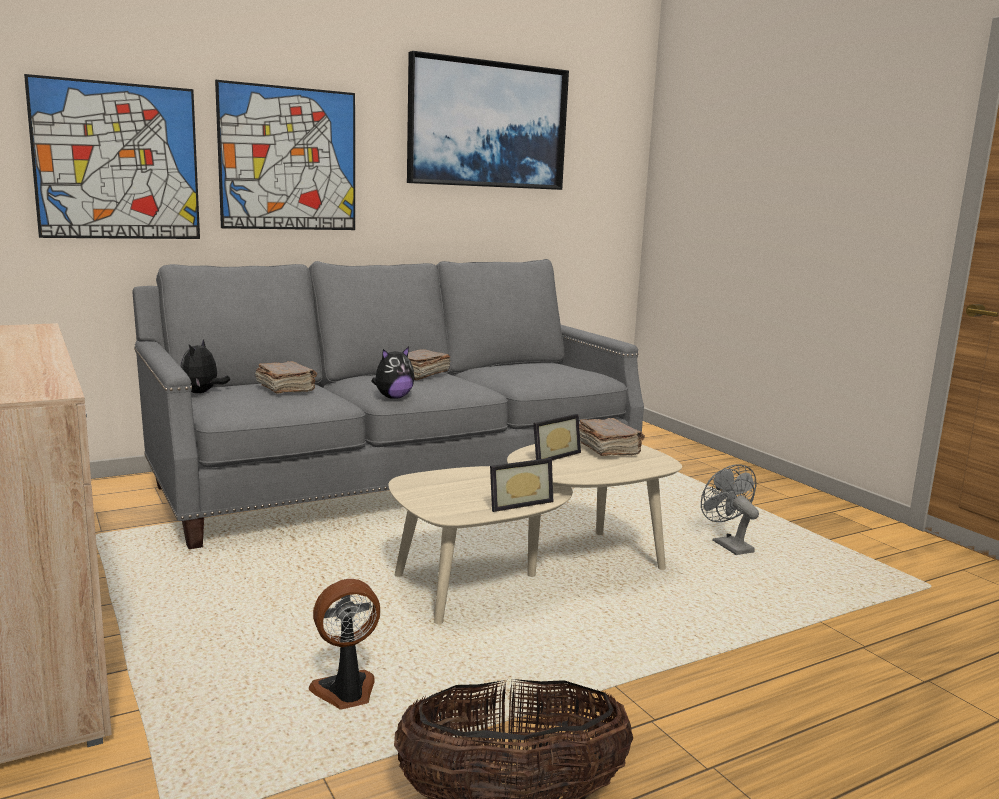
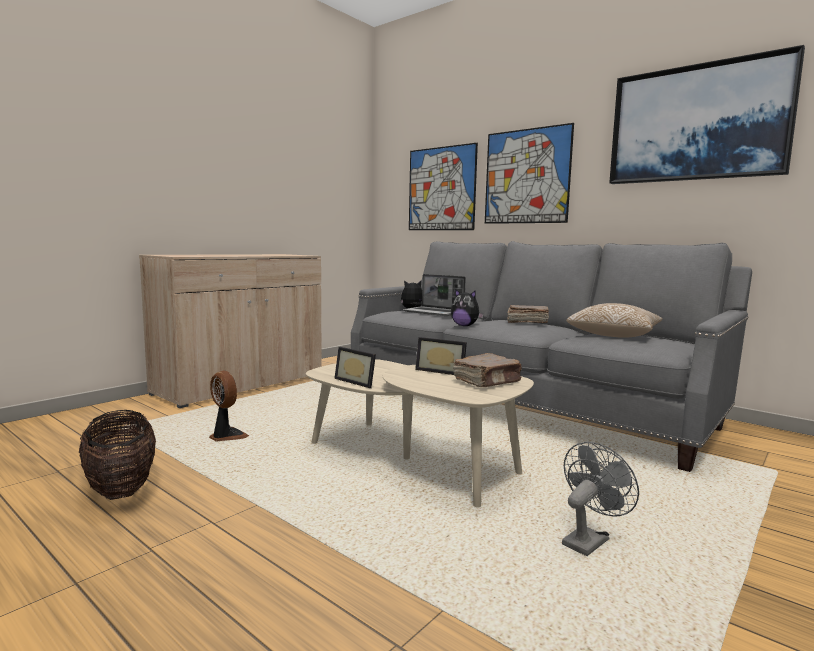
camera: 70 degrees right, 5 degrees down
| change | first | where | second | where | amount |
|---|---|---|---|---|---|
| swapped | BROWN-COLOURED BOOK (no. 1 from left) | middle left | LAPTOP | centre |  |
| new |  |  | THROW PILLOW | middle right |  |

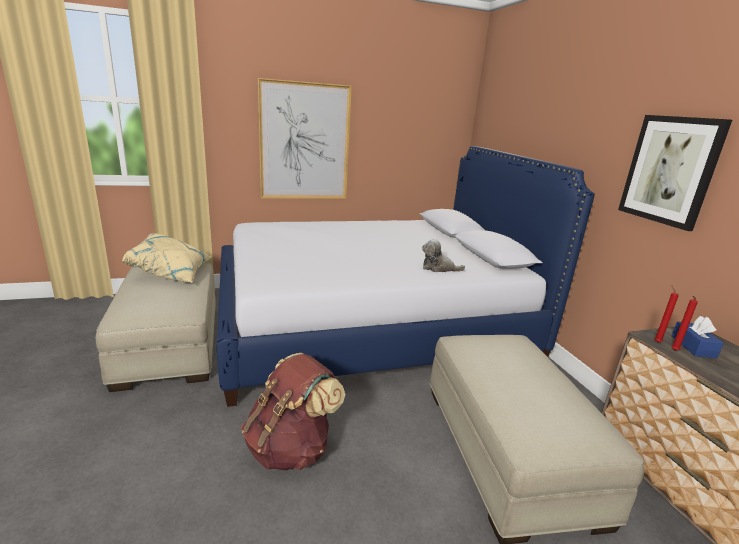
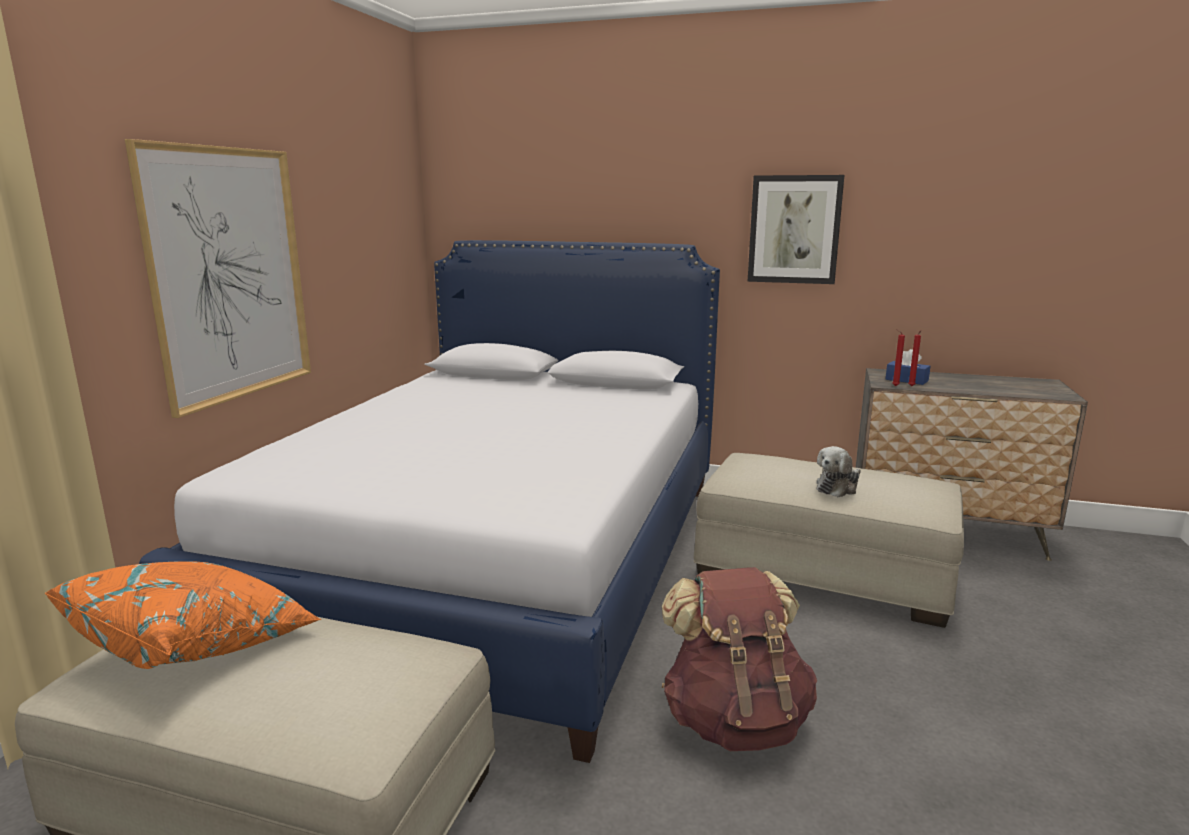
camera: 55 degrees left, 5 degrees down
| change | first | where | second | where | amount |
|---|---|---|---|---|---|
| repainted | SAND-COLOURED THROW PILLOW | middle left | ORANGE-COLOURED THROW PILLOW | bottom left |  |
| shifted | PLUSH TOY | centre |  | middle right |  |

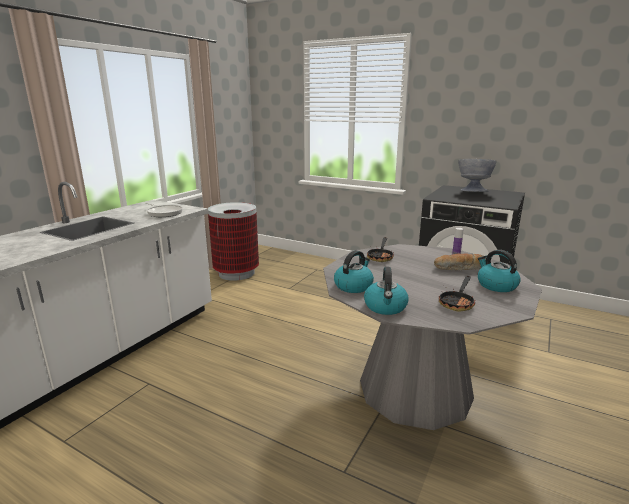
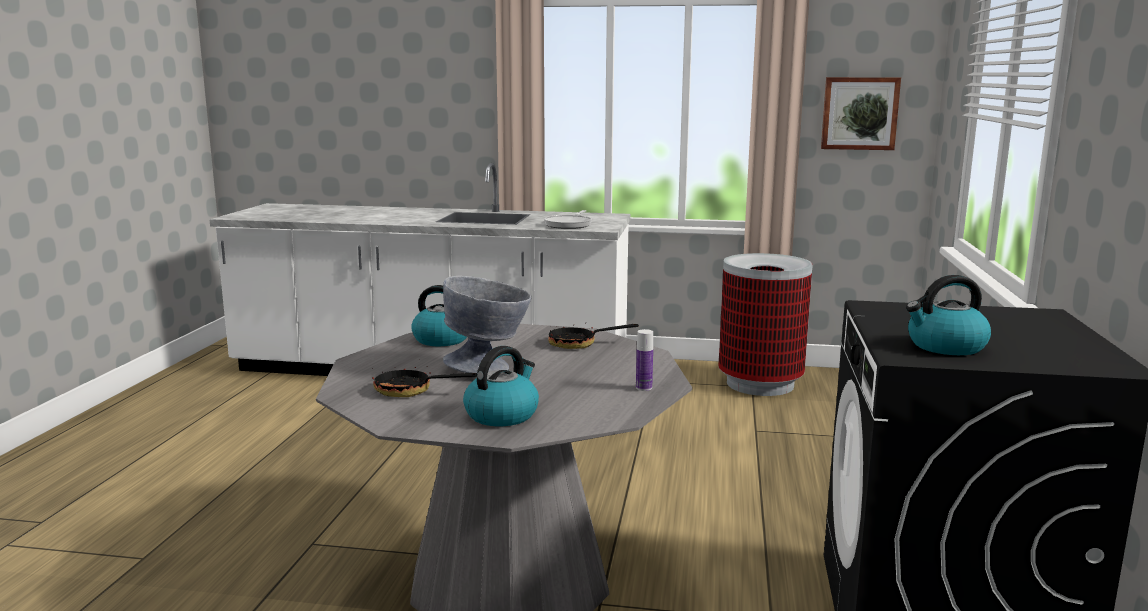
camera: 70 degrees right, 5 degrees down
| change | first | where | second | where | amount |
|---|---|---|---|---|---|
| shifted | GRAY DEEP DISH | middle right |  | centre |  |
| new |  |  | PICTURE | top right |  |
| shifted | WATER KETTLE (no. 2 from left in the first image) | centre | WATER KETTLE (no. 3 from left) | middle right |  |
| gone | BAKED BREAD | middle right |  |  |  |

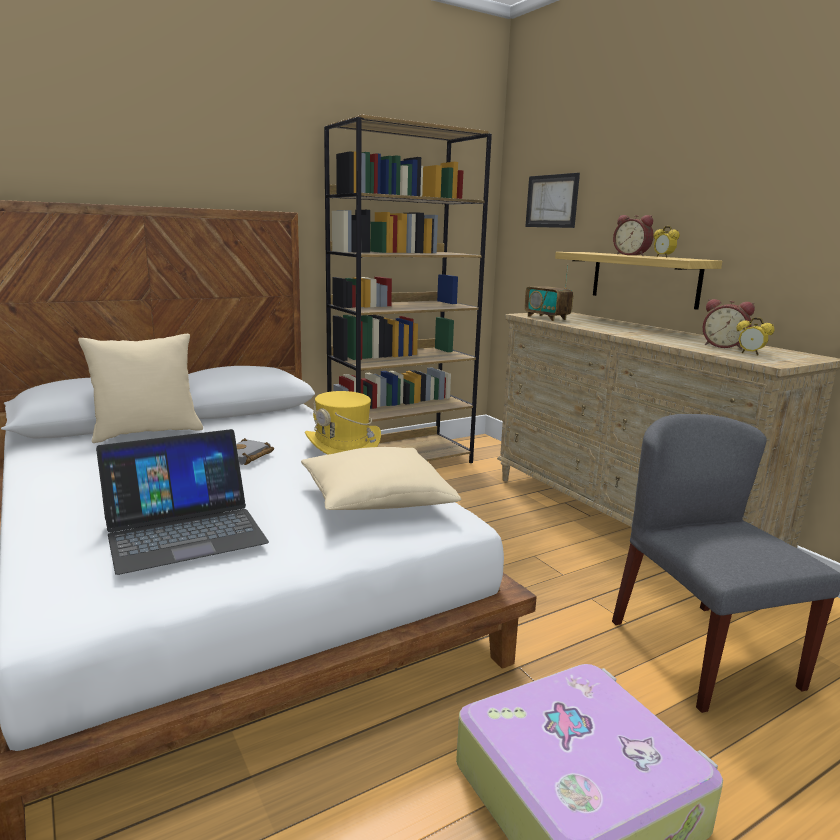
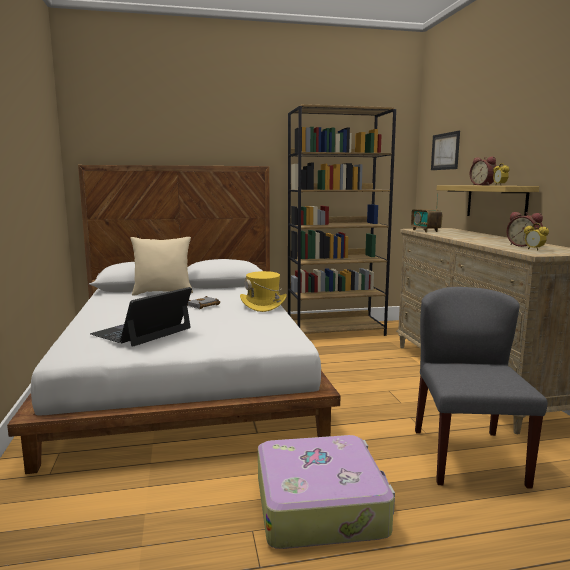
camera: 20 degrees right, 5 degrees down
| change | first | where | second | where | amount |
|---|---|---|---|---|---|
| rotated | LAPTOP | middle left |  | middle left | 135 degrees clockwise |
| gone | SAND-COLOURED THROW PILLOW (no. 2 from left) | centre |  |  |  |

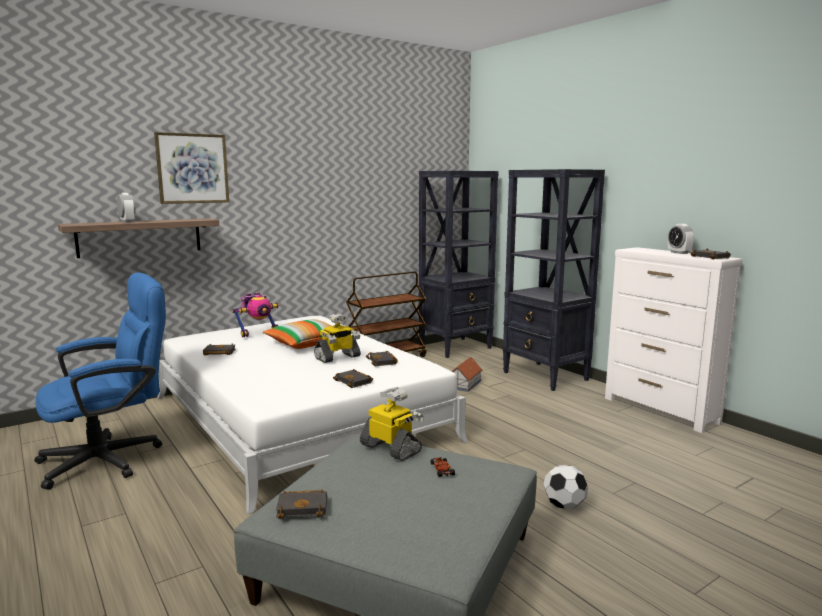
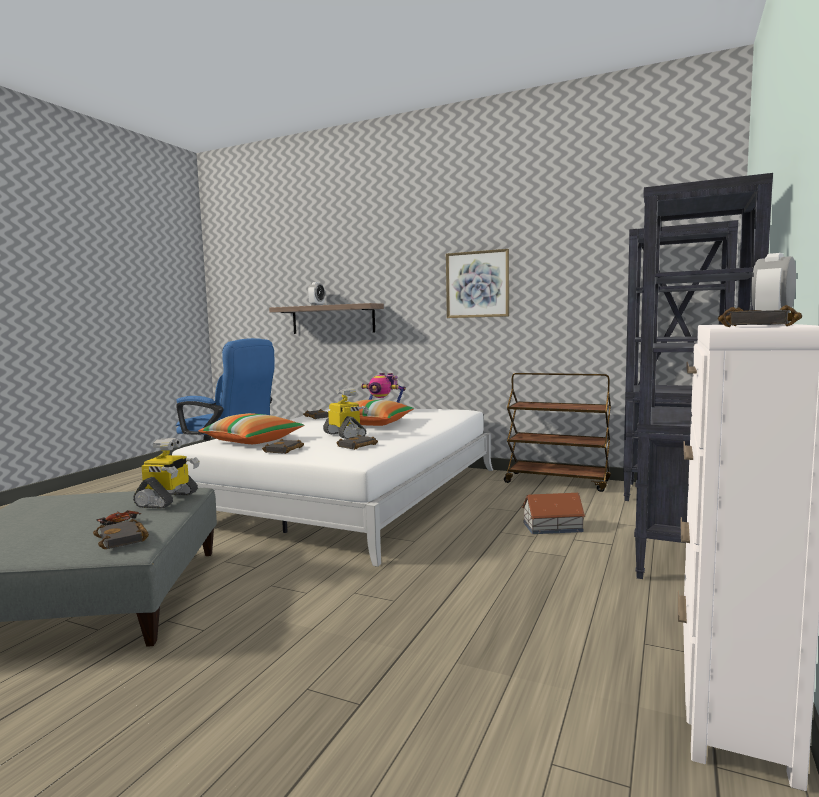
camera: 60 degrees right, 5 degrees down
| change | first | where | second | where | amount |
|---|---|---|---|---|---|
| shifted | BLACK-COLOURED BOOK (no. 2 from left in the first image) | bottom centre | BLACK-COLOURED BOOK (no. 1 from left) | bottom left |  |
| new |  |  | THROW PILLOW (no. 1 from left) | middle left |  |
| rotated | ROBOT FIGURE (no. 2 from left) | centre |  | centre | 150 degrees counterclockwise |
| shifted | PICTURE | top left |  | centre |  |
| gone | FOOTBALL | bottom right |  |  |  |

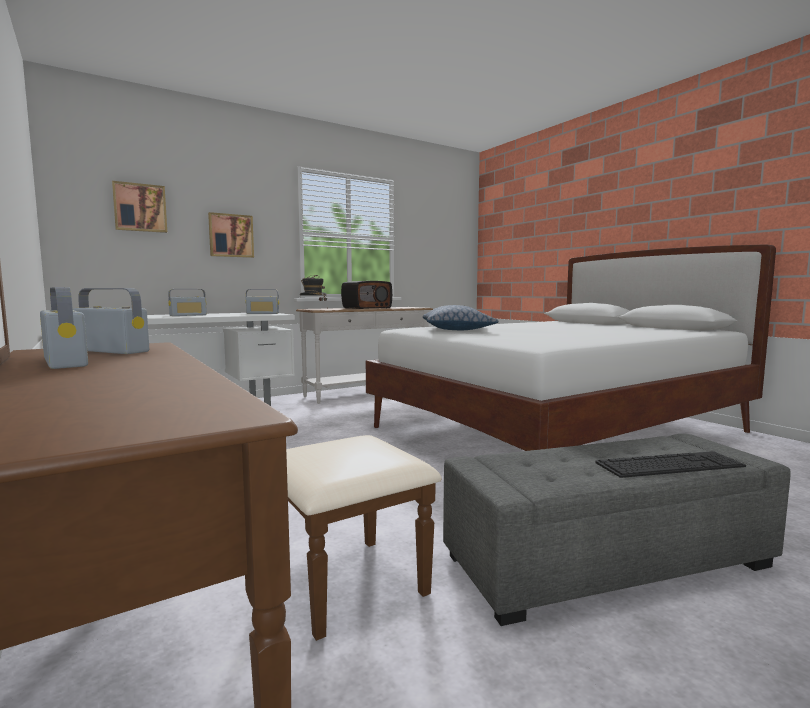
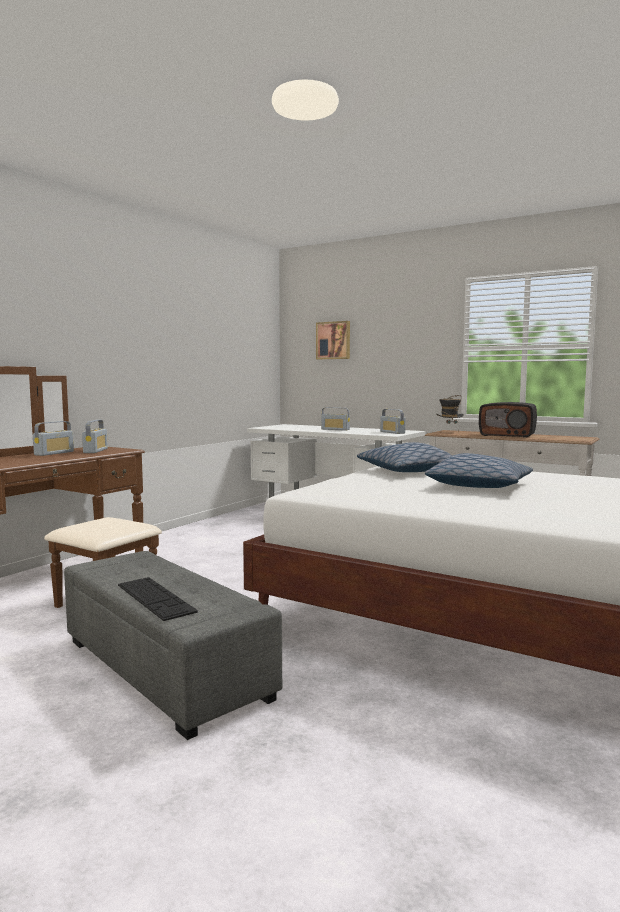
camera: 65 degrees right, 0 degrees up
| change | first | where | second | where | amount |
|---|---|---|---|---|---|
| new |  |  | THROW PILLOW (no. 2 from left) | middle right |  |
| gone | PICTURE (no. 2 from left) | top left |  |  |  |

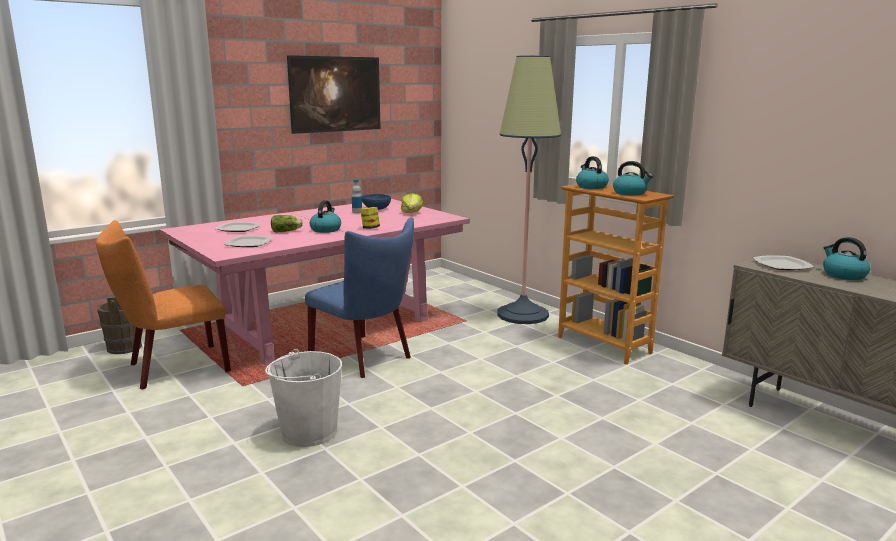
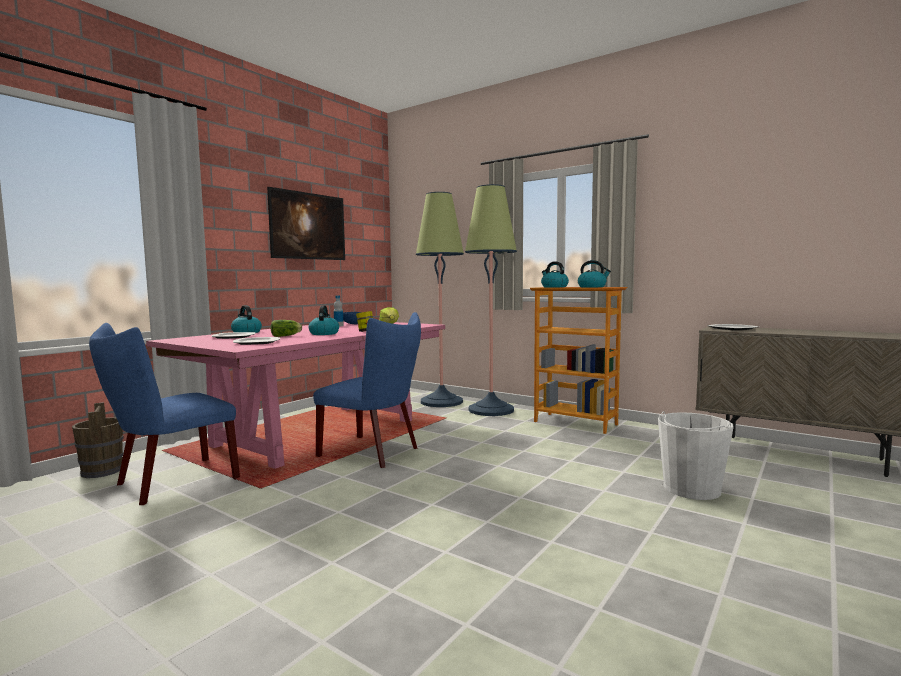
camera: 15 degrees left, 10 degrees down
| change | first | where | second | where | amount |
|---|---|---|---|---|---|
| repainted | ORANGE-COLOURED CHAIR | middle left | BLUE CHAIR (no. 1 from left) | middle left |  |
| shifted | WATER KETTLE (no. 4 from left in the first image) | middle right | WATER KETTLE (no. 1 from left) | middle left |  |
| new |  |  | STANDING LAMP (no. 1 from left) | centre |  |
| shifted | WHITISH PAIL | bottom centre |  | bottom right |  |

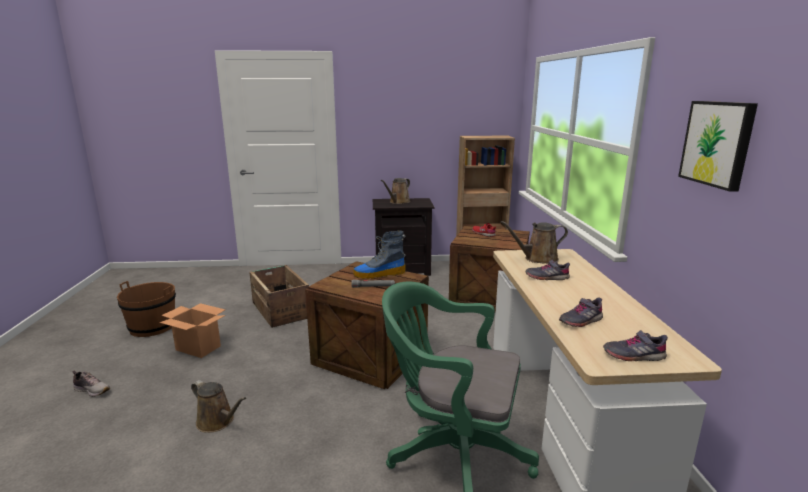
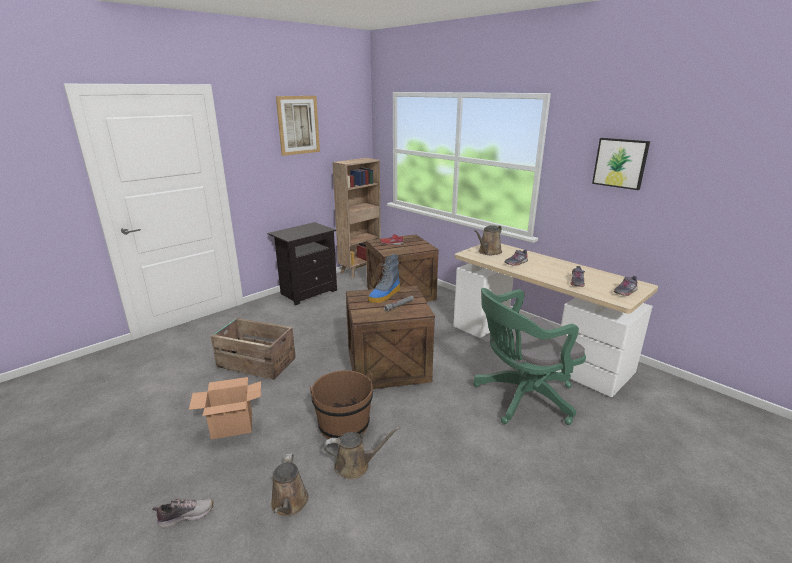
camera: 40 degrees left, 5 degrees up
| change | first | where | second | where | amount |
|---|---|---|---|---|---|
| shifted | BROWN-COLOURED WATERING CAN (no. 2 from left in the first image) | centre | BROWN-COLOURED WATERING CAN (no. 1 from left) | bottom centre |  |
| new |  |  | PICTURE (no. 1 from left) | top centre |  |
| shifted | BROWN-COLOURED PAIL | middle left |  | bottom centre |  |

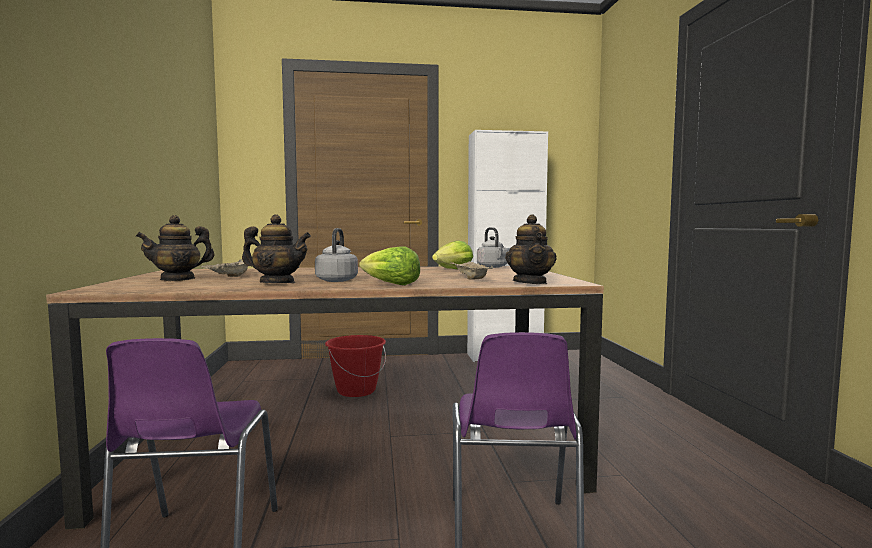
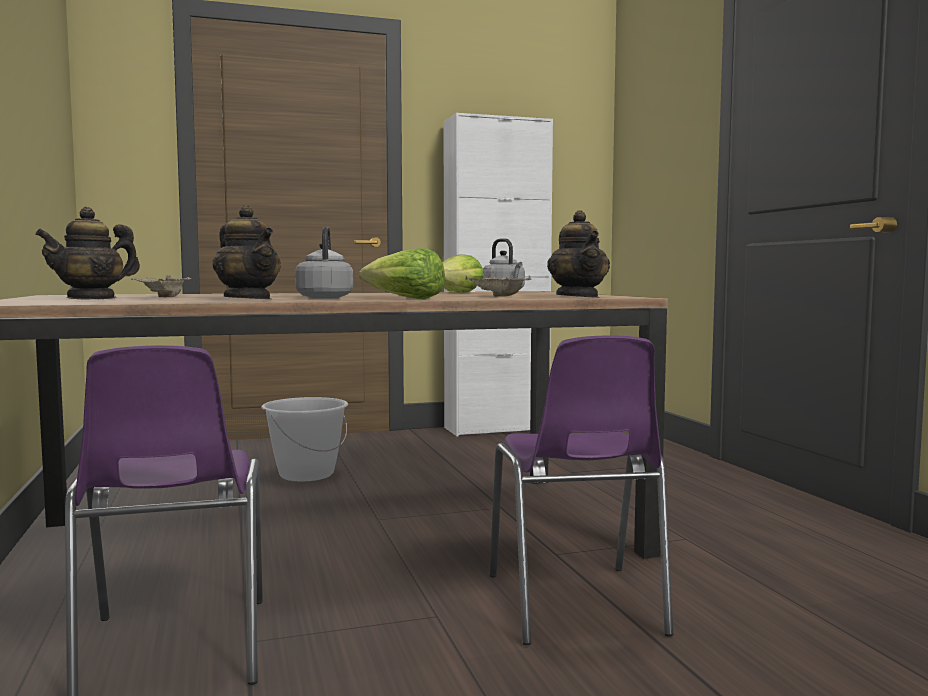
camera: 10 degrees left, 0 degrees up
| change | first | where | second | where | amount |
|---|---|---|---|---|---|
| rotated | TEA POT (no. 2 from left) | middle left |  | middle left | 45 degrees clockwise |
| repainted | RED PAIL | bottom centre | WHITISH PAIL | middle left |  |

